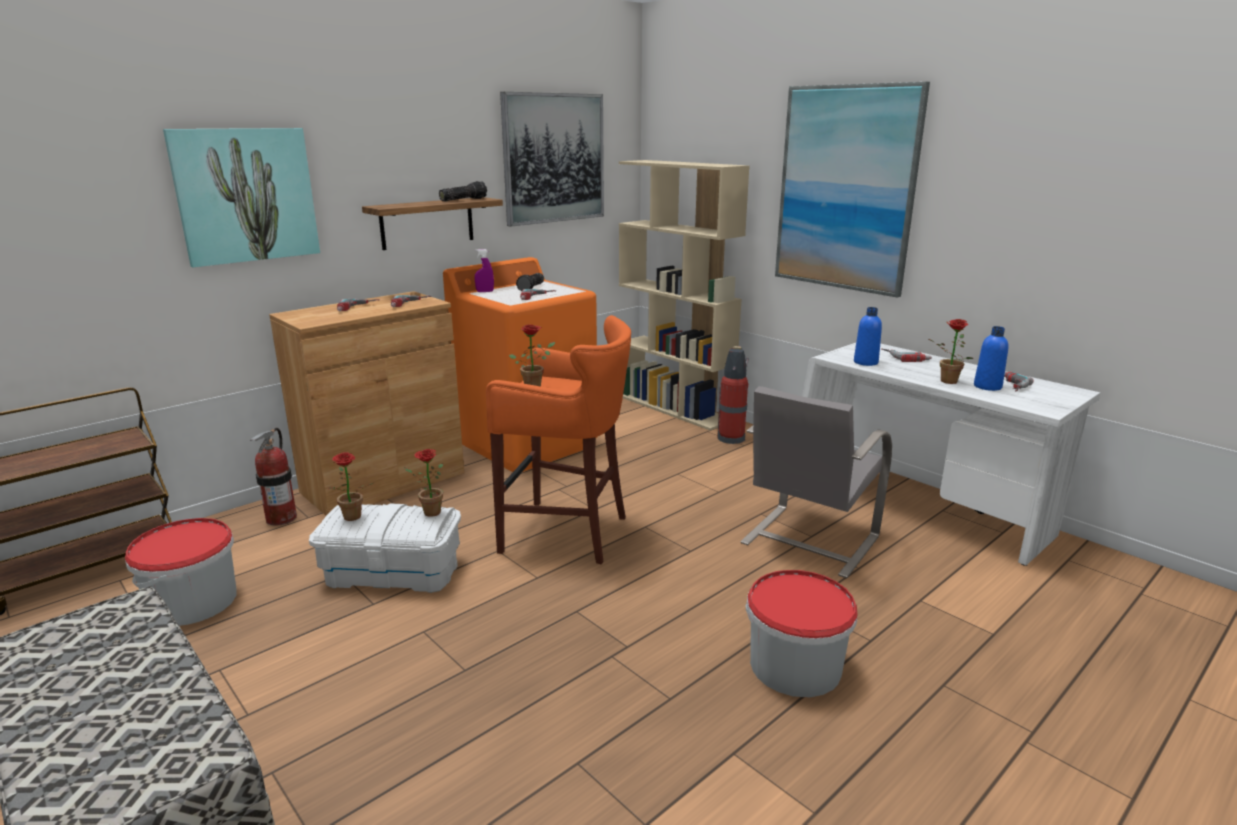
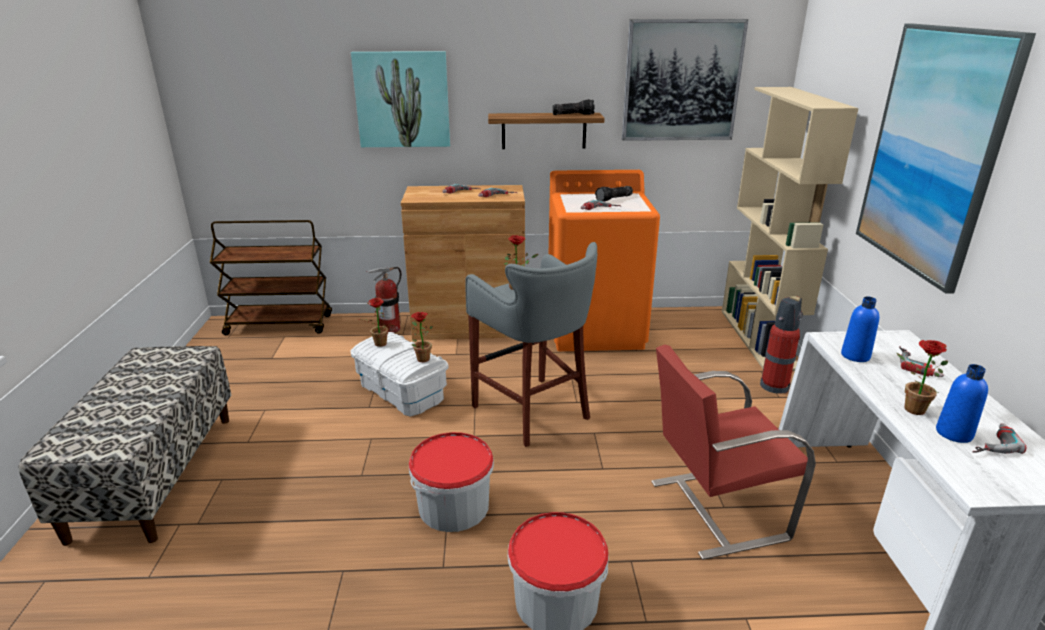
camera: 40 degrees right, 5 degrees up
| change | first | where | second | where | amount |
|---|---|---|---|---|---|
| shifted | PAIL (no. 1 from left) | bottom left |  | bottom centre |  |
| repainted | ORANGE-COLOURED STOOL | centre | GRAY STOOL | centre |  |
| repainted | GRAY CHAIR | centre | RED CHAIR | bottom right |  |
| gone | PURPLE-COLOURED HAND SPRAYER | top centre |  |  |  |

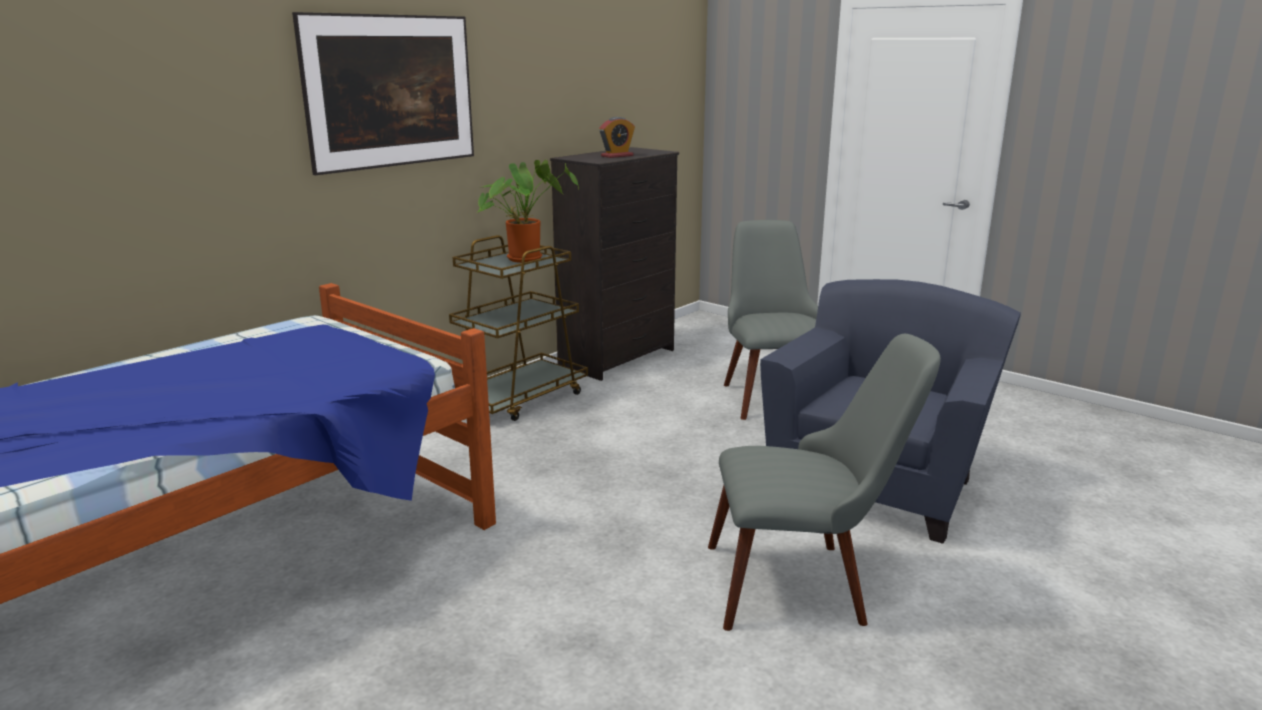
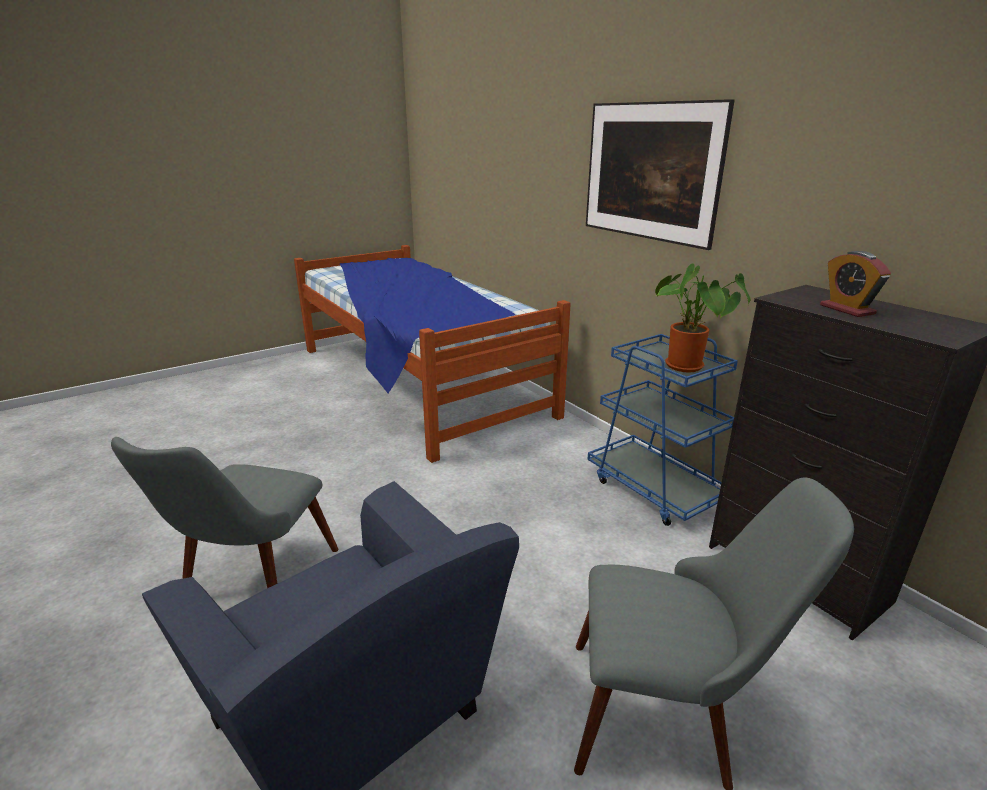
camera: 105 degrees right, 5 degrees up
| change | first | where | second | where | amount |
|---|---|---|---|---|---|
| repainted | BROWN-COLOURED WHEELED CART | centre | BLUE WHEELED CART | middle right |  |

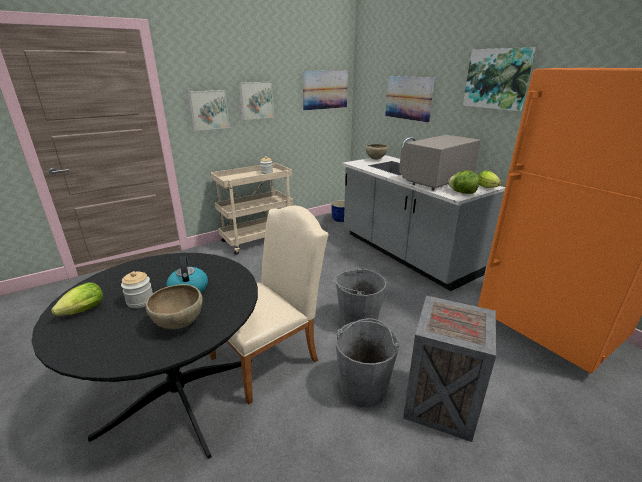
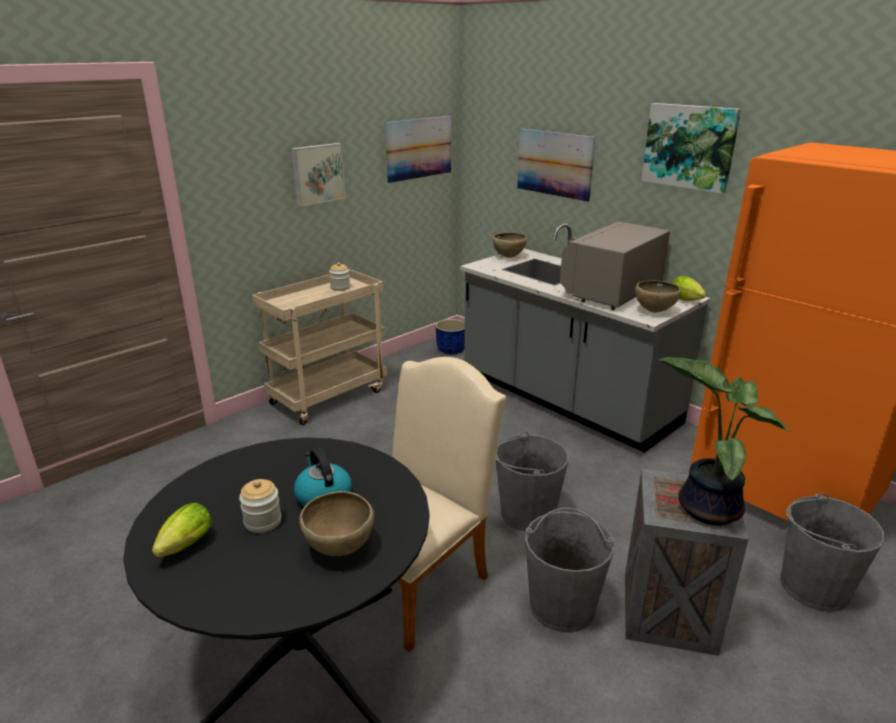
camera: 10 degrees left, 0 degrees up
| change | first | where | second | where | amount |
|---|---|---|---|---|---|
| swapped | LETTUCE (no. 2 from left) | middle right | BROWN-COLOURED DEEP DISH (no. 3 from left) | middle right |  |
| new |  |  | HOUSEPLANT | middle right |  |
| new |  |  | GRAY PAIL (no. 3 from left) | bottom right |  |
| gone | PICTURE (no. 1 from left) | top left |  |  |  |

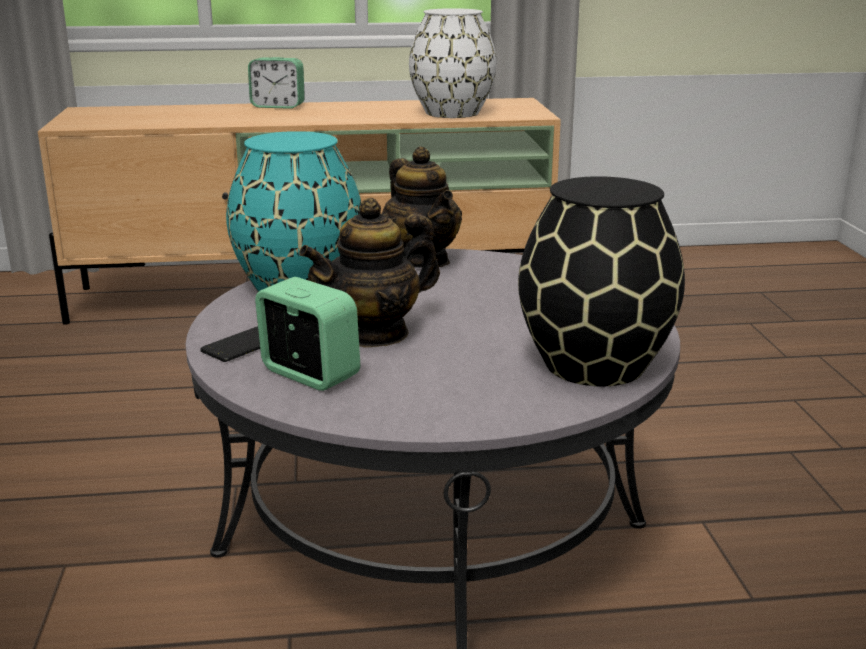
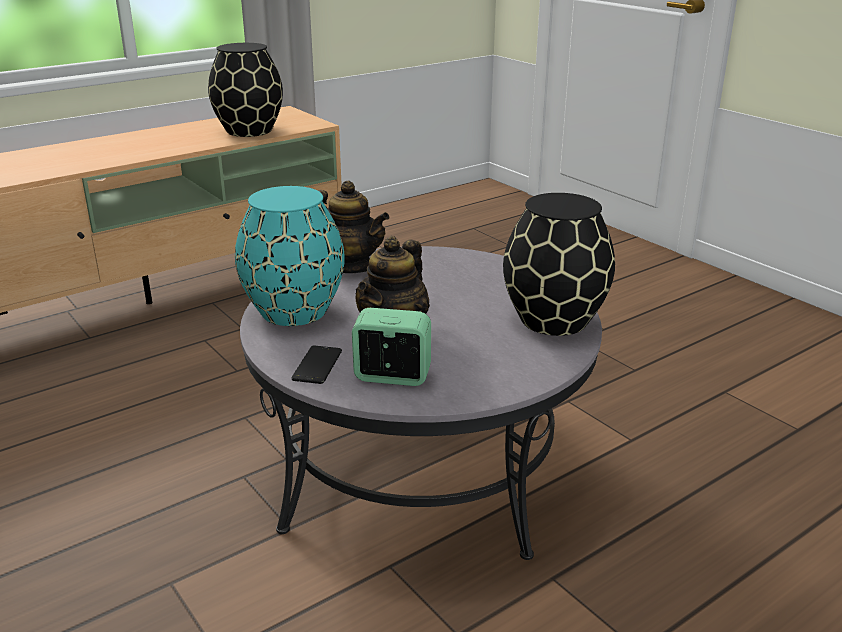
camera: 30 degrees left, 5 degrees up
| change | first | where | second | where | amount |
|---|---|---|---|---|---|
| repainted | WHITISH FLOWER VASE | top centre | BLACK-COLOURED FLOWER VASE (no. 1 from left) | top left |  |
| gone | ALARM CLOCK (no. 1 from left) | top left |  |  |  |

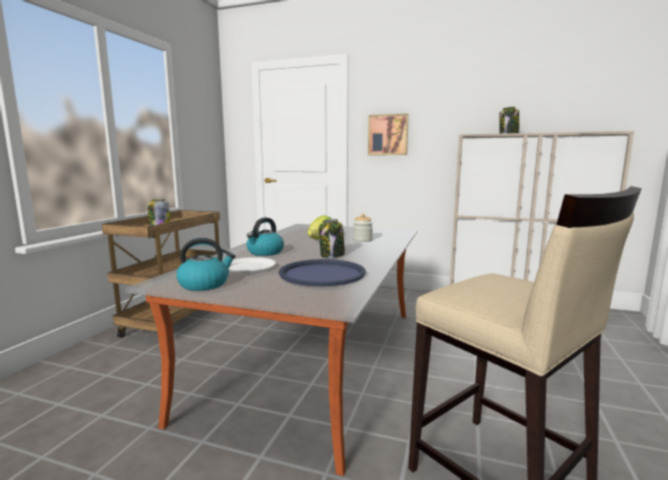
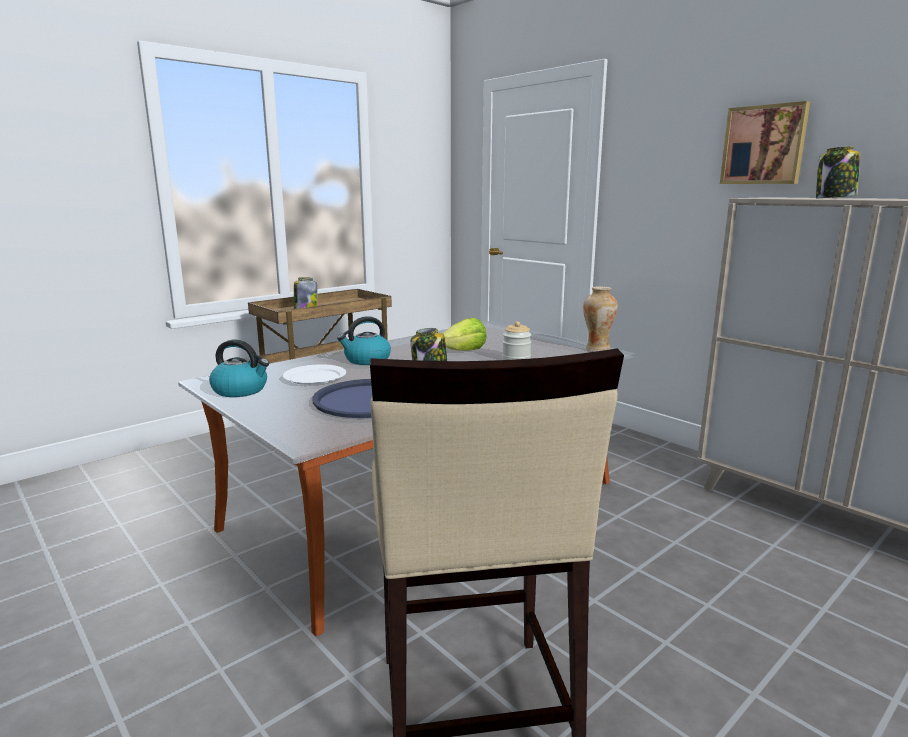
camera: 30 degrees right, 5 degrees up
| change | first | where | second | where | amount |
|---|---|---|---|---|---|
| new |  |  | FLOWER VASE | centre |  |
| shifted | PICTURE | top centre |  | top right |  |

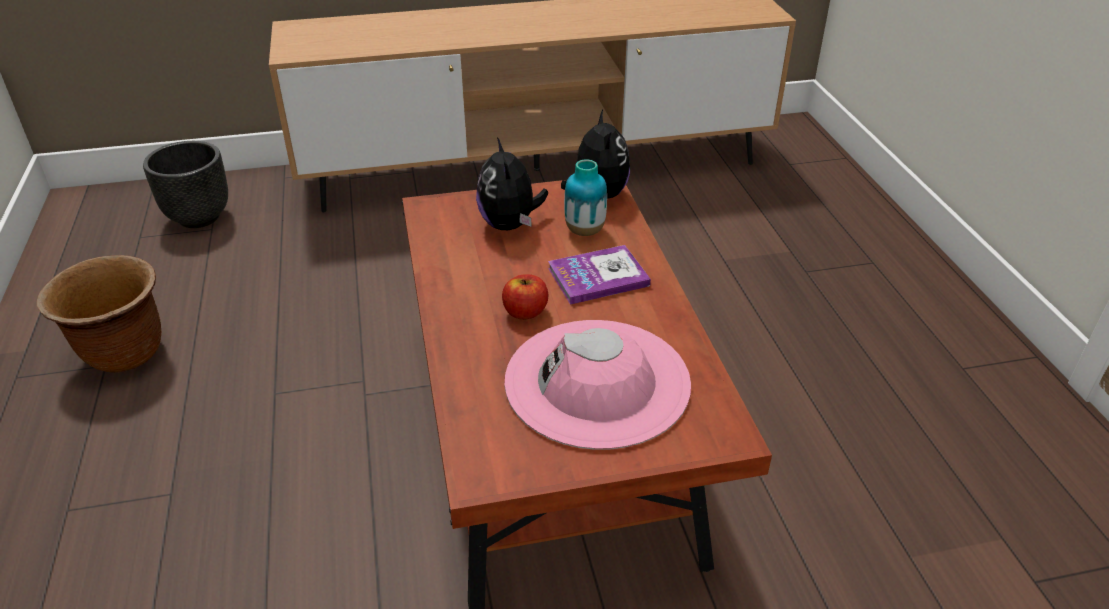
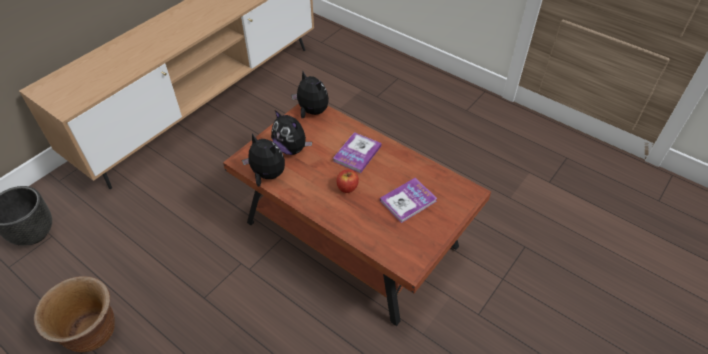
camera: 40 degrees left, 10 degrees up
| change | first | where | second | where | amount |
|---|---|---|---|---|---|
| new |  |  | PLUSH TOY (no. 1 from left) | centre |  |
| swapped | PINK CLOTHING HAT | centre | BOOK (no. 2 from left) | centre |  |
| gone | FLOWER VASE | top centre |  |  |  |

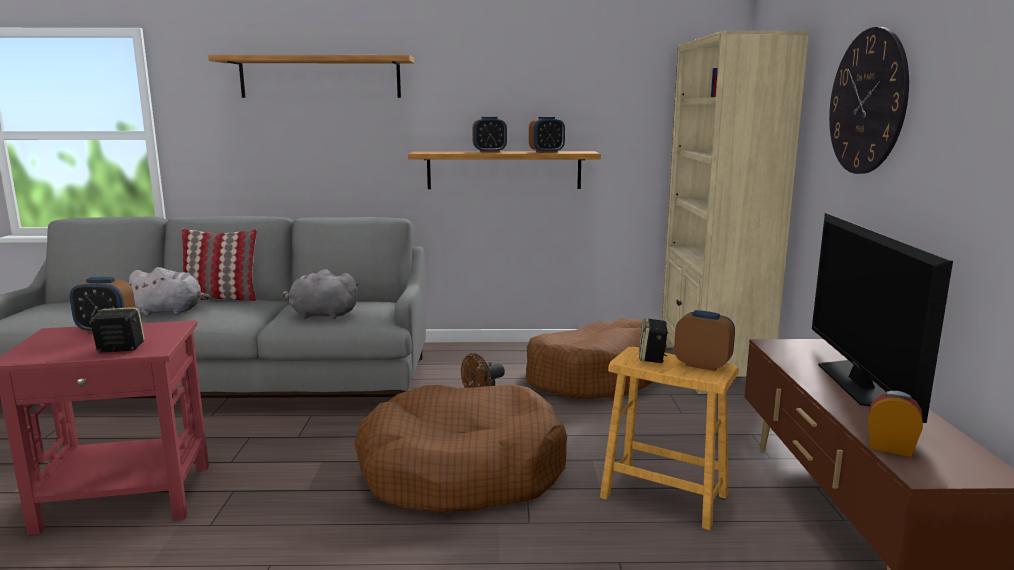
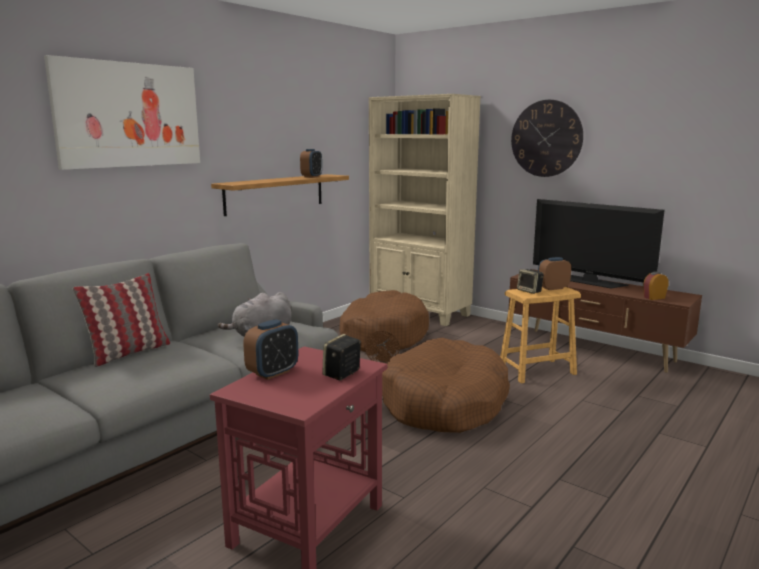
camera: 50 degrees left, 0 degrees up
| change | first | where | second | where | amount |
|---|---|---|---|---|---|
| swapped | BRACKET SHELF (no. 1 from left) | top left | PICTURE | top left |  |
| gone | GRAY PLUSH TOY (no. 1 from left) | middle left |  |  |  |
| gone | ALARM CLOCK (no. 2 from left) | top centre |  |  |  |

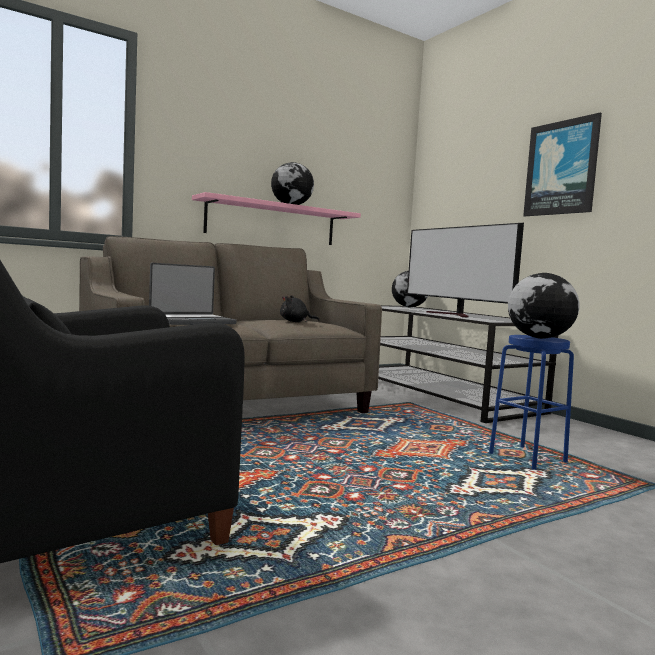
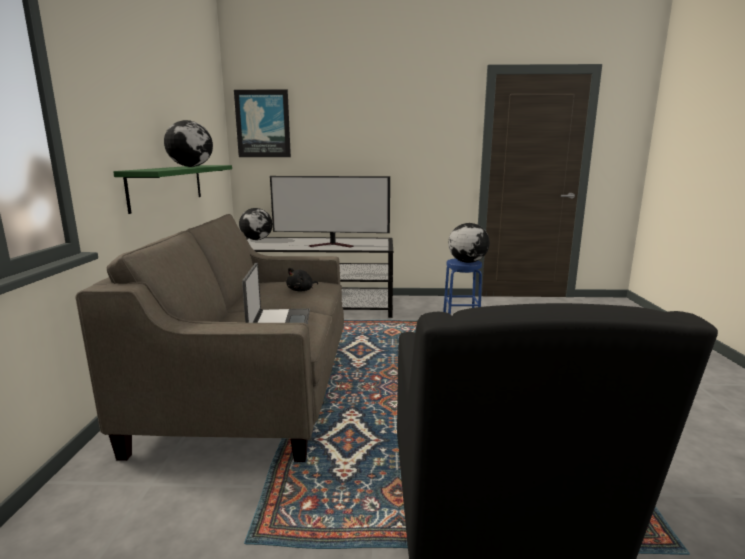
camera: 55 degrees left, 10 degrees up
| change | first | where | second | where | amount |
|---|---|---|---|---|---|
| repainted | PINK BRACKET SHELF | top centre | GREENISH BRACKET SHELF | middle left |  |
| shifted | PICTURE | top right |  | top centre |  |

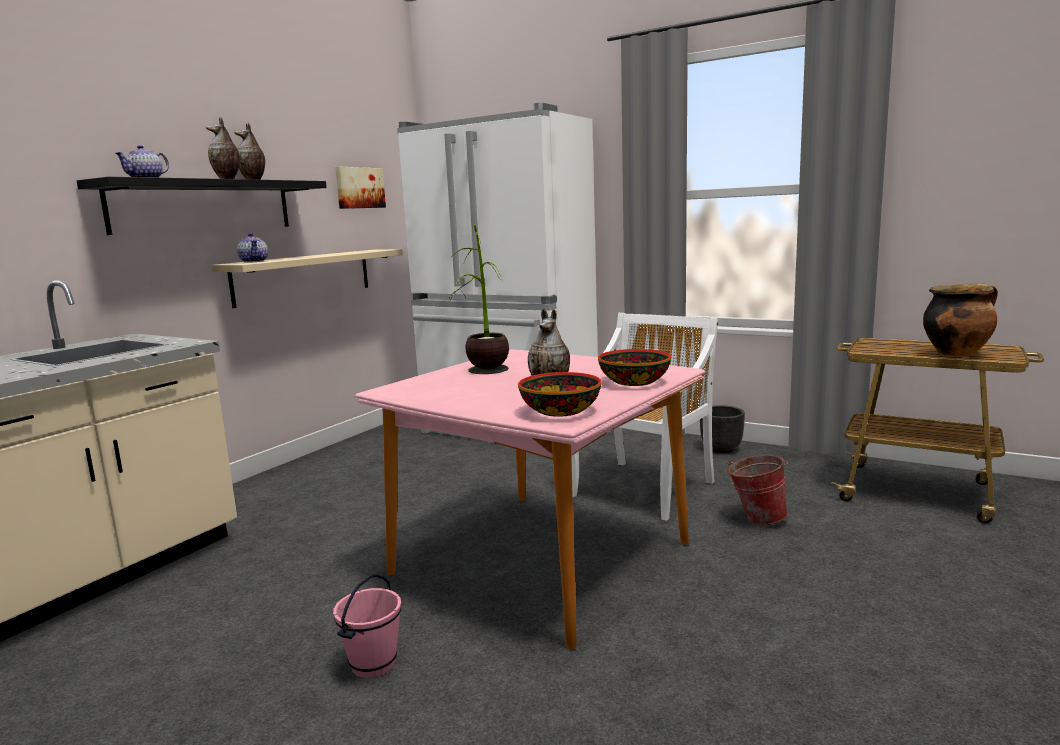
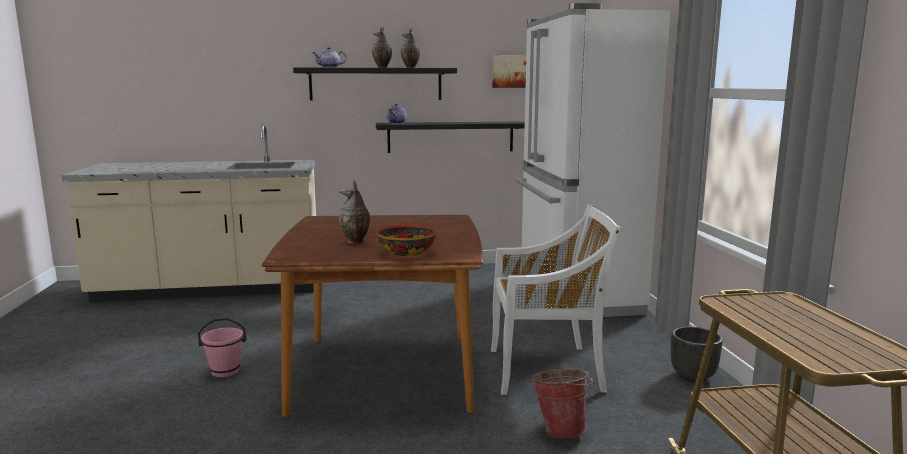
camera: 50 degrees right, 0 degrees up
| change | first | where | second | where | amount |
|---|---|---|---|---|---|
| repainted | PINK DINING TABLE | bottom centre | BROWN-COLOURED DINING TABLE | bottom centre |  |
| repainted | SAND-COLOURED BRACKET SHELF | middle left | BLACK-COLOURED BRACKET SHELF (no. 2 from left) | top centre |  |
| gone | HOUSEPLANT | centre |  |  |  |
| gone | DEEP DISH (no. 1 from left) | centre |  |  |  |
| gone | COOKING POT | middle right |  |  |  |

